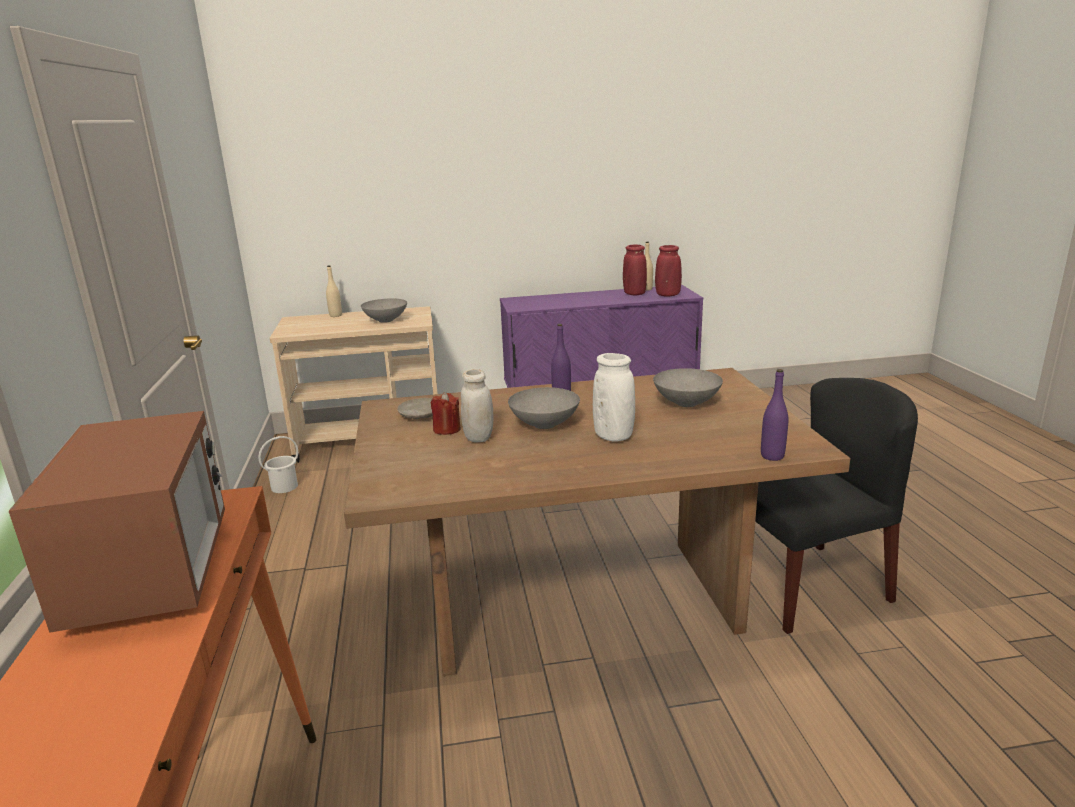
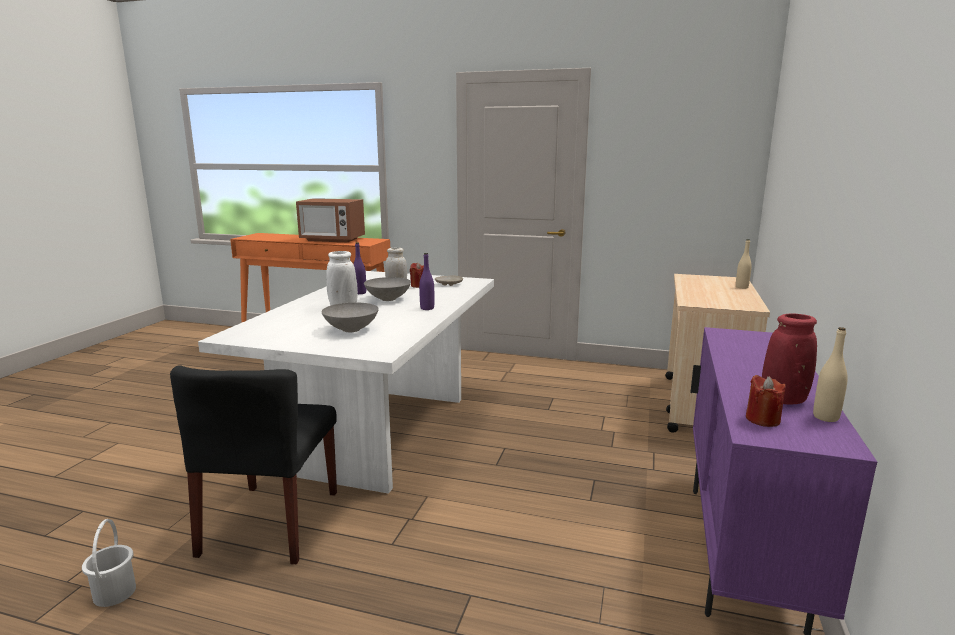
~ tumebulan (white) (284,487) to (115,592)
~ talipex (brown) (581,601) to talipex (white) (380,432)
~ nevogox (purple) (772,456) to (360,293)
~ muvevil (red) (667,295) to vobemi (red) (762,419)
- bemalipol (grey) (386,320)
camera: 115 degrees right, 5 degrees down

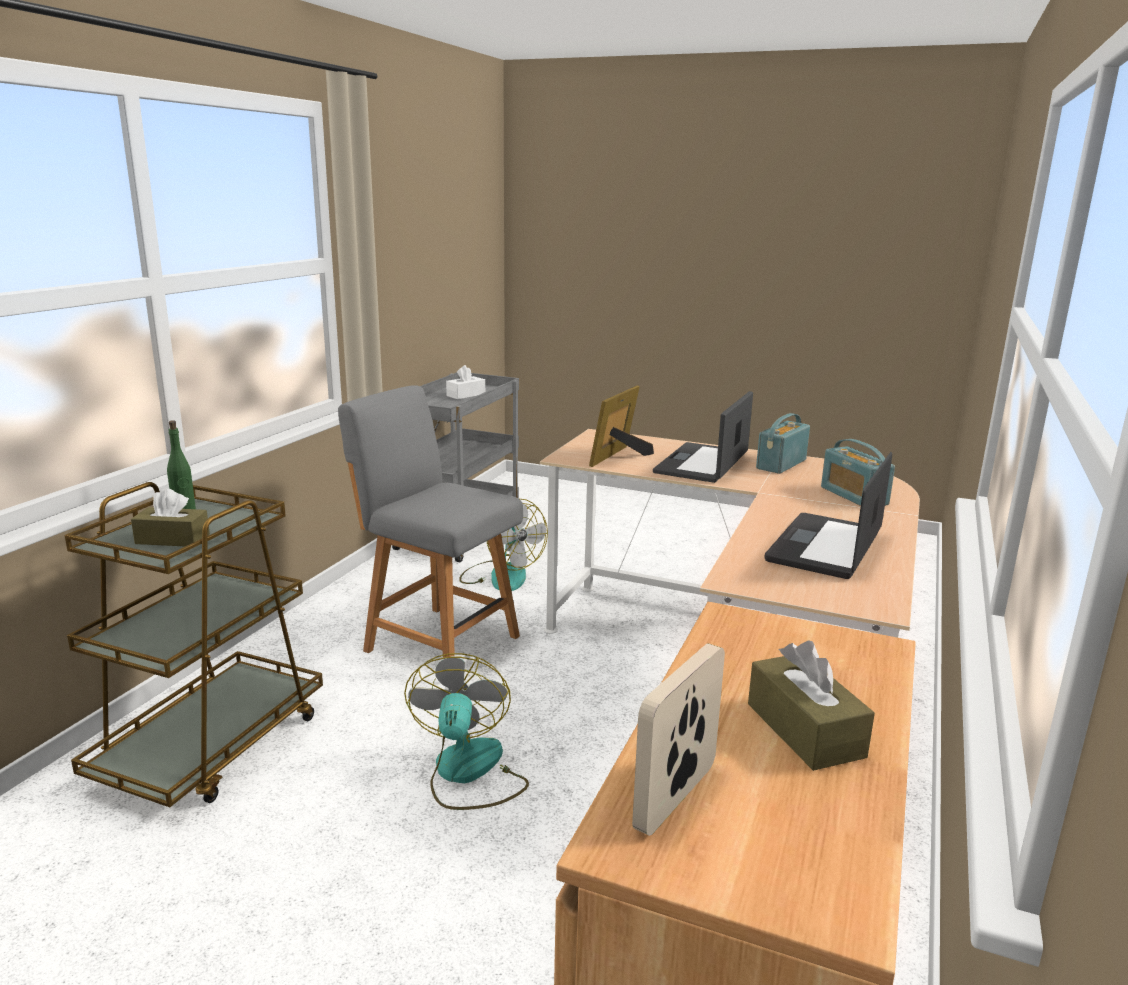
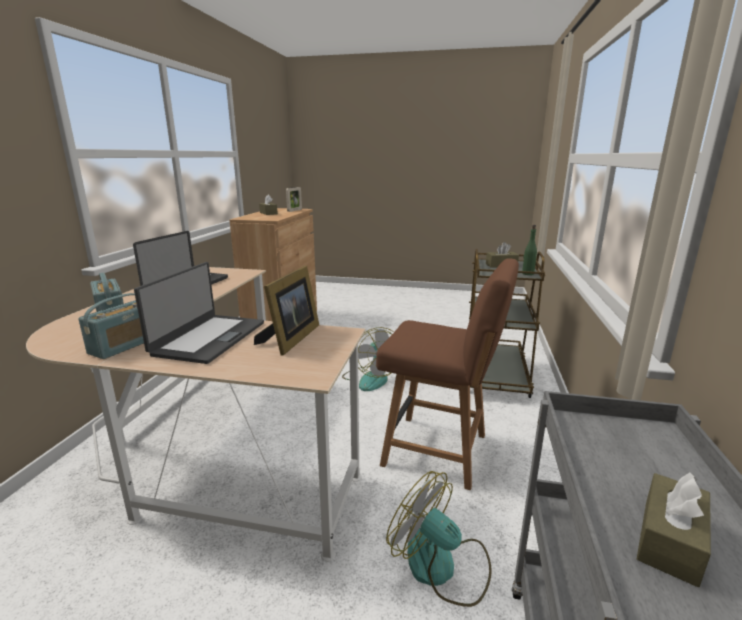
~ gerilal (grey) (438,642) to gerilal (brown) (439,451)
~ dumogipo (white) (466,395) to dumogipo (brown) (669,540)
camera: 170 degrees right, 0 degrees up

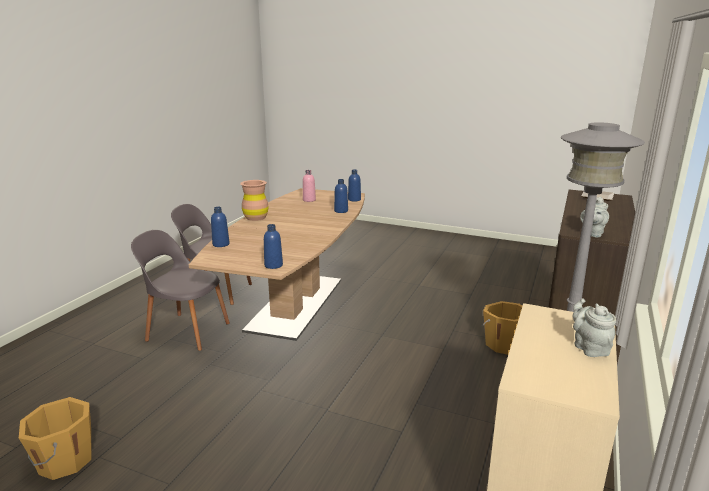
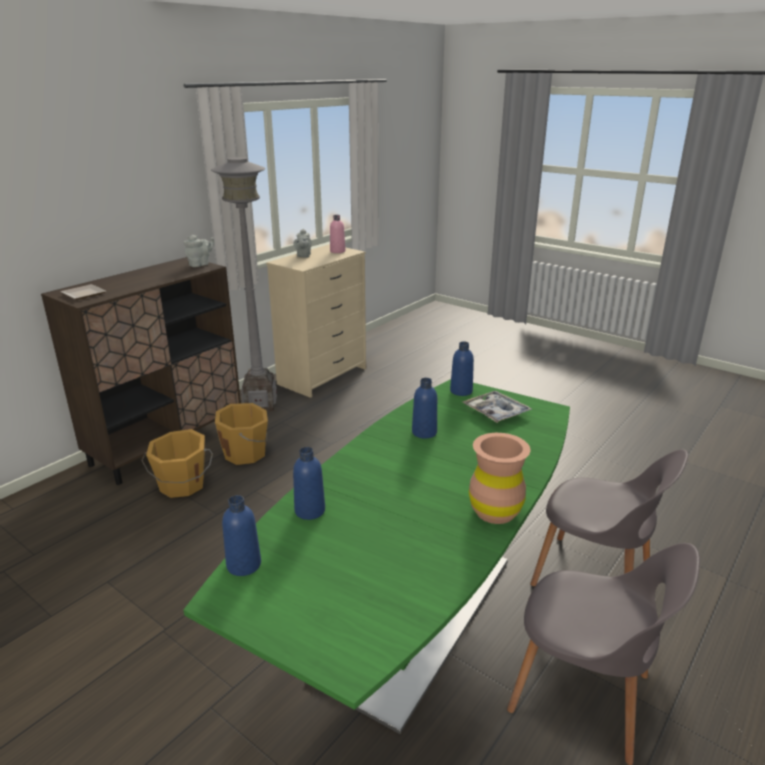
~ talipex (brown) (296,303) to talipex (green) (416,616)
~ tumebulan (orange) (64,460) to (246,453)
~ nevogox (pink) (309,200) to (337,251)
~ nevogox (blue) (221,244) to (424,432)
+ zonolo (496,412)
camera: 165 degrees left, 5 degrees up

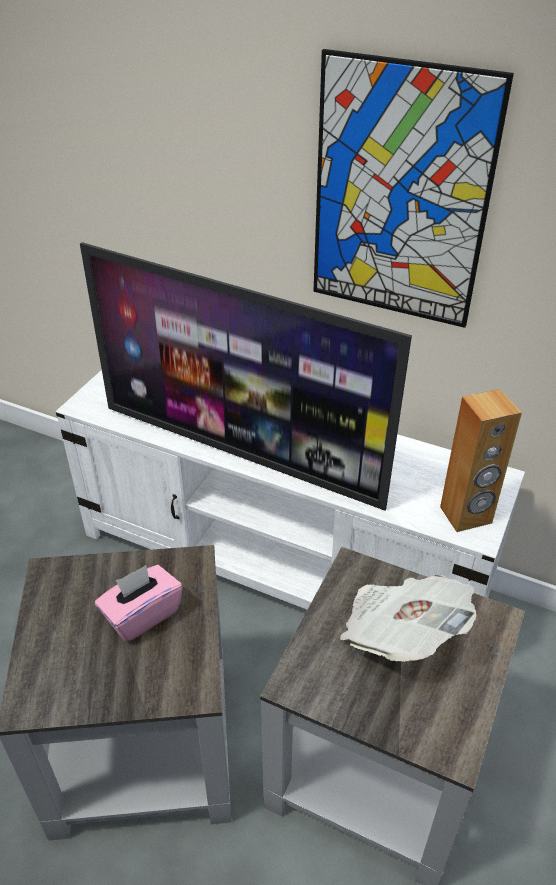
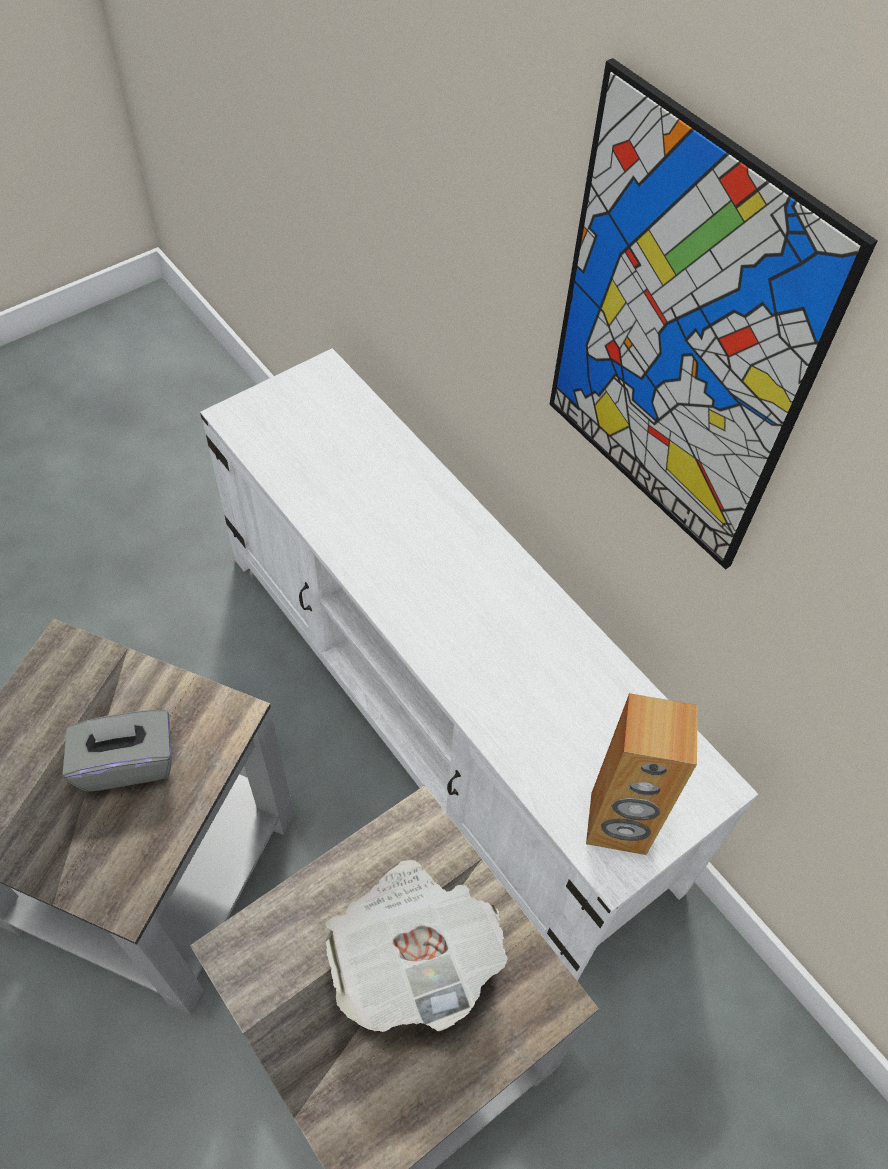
~ dumogipo (pink) (142,615) to dumogipo (grey) (127,762)
- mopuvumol (241,453)
camera: 25 degrees right, 15 degrees up

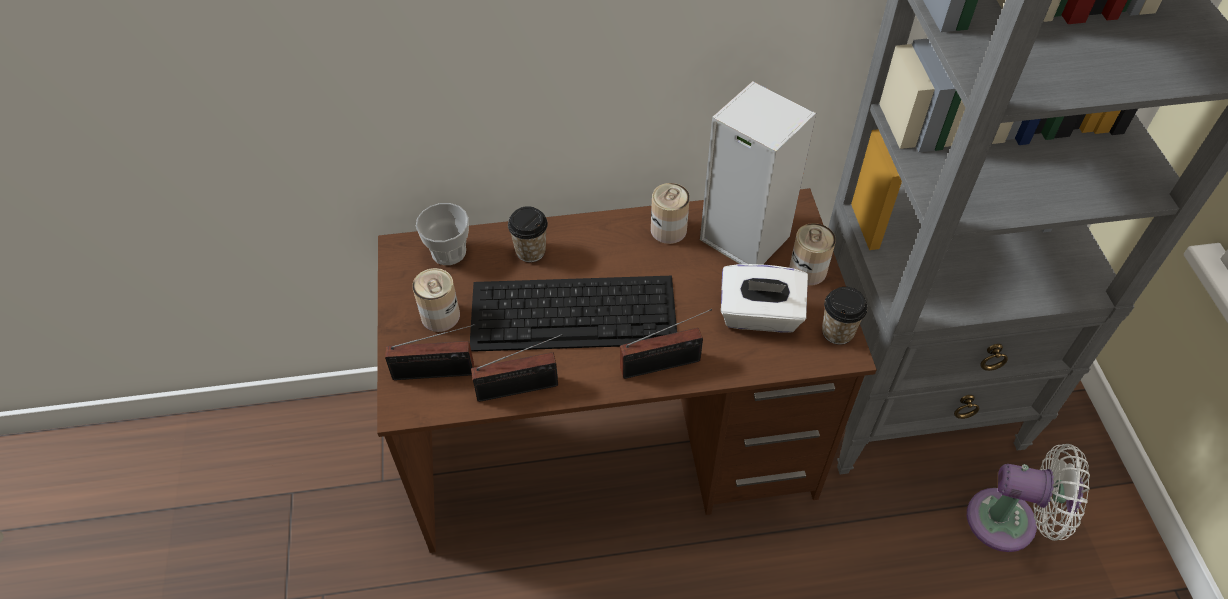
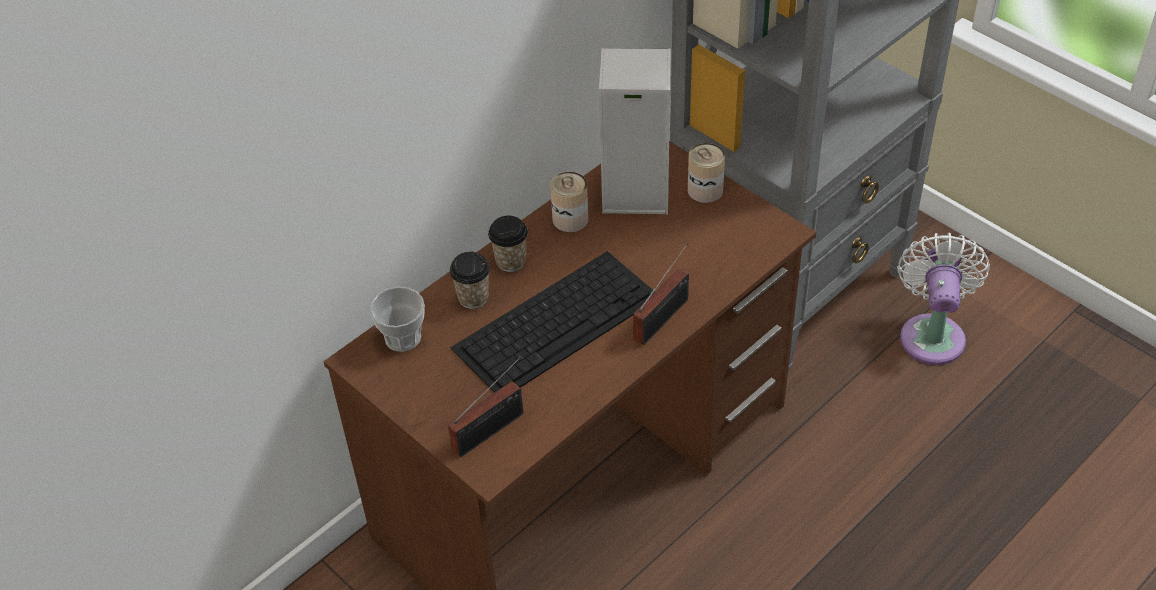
~ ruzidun (837,332) to (510,261)
~ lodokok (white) (1009,522) = (932,334) 60 degrees counterclockwise
- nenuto (440,316)
- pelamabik (522,388)
- dumogipo (white) (759,316)
camera: 35 degrees left, 5 degrees down

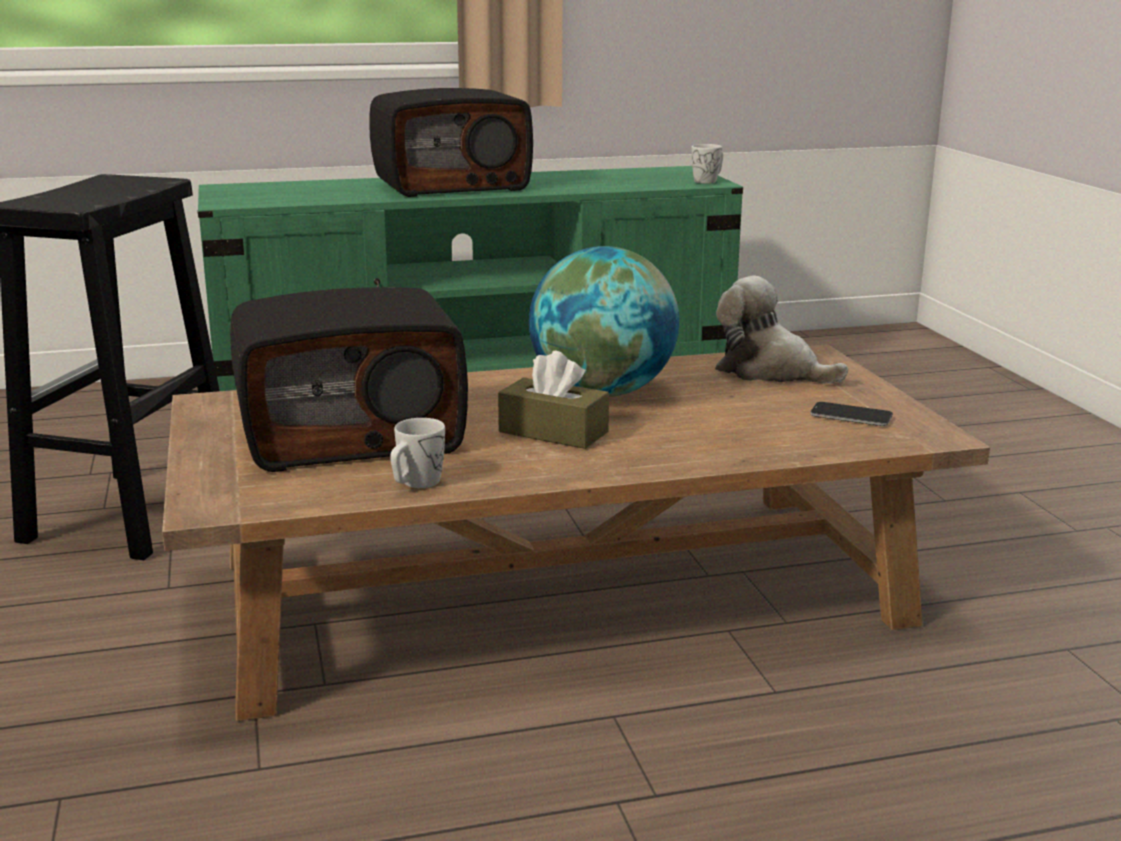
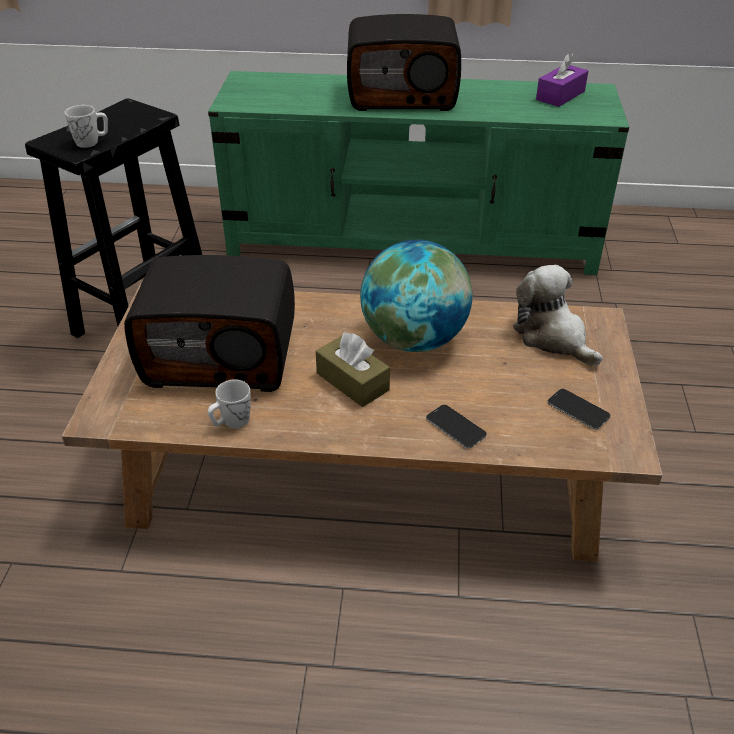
~ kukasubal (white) (708,181) to (92,142)
+ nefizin (455,427)
+ dumogipo (purple) (560,95)
camera: 20 degrees right, 20 degrees up

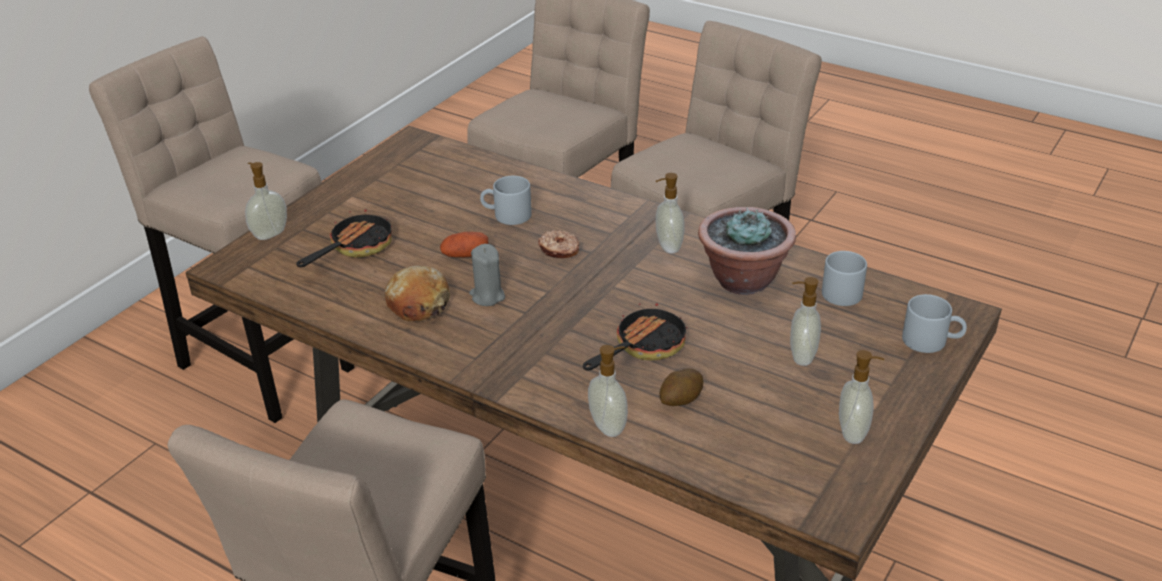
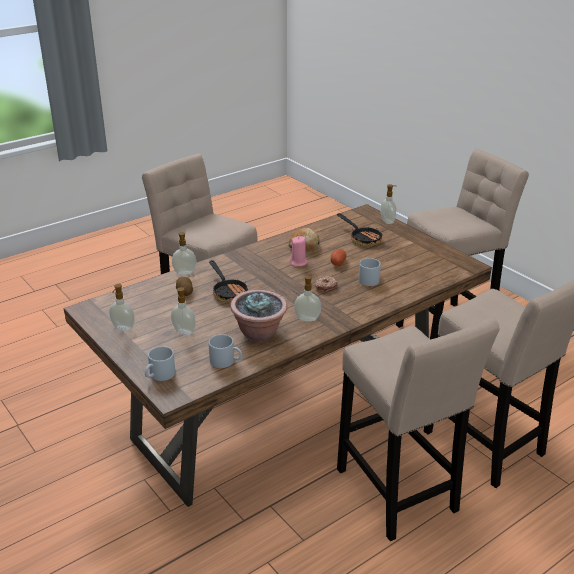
~ vobemi (grey) (487,296) to vobemi (pink) (298,262)
camera: 110 degrees right, 5 degrees down

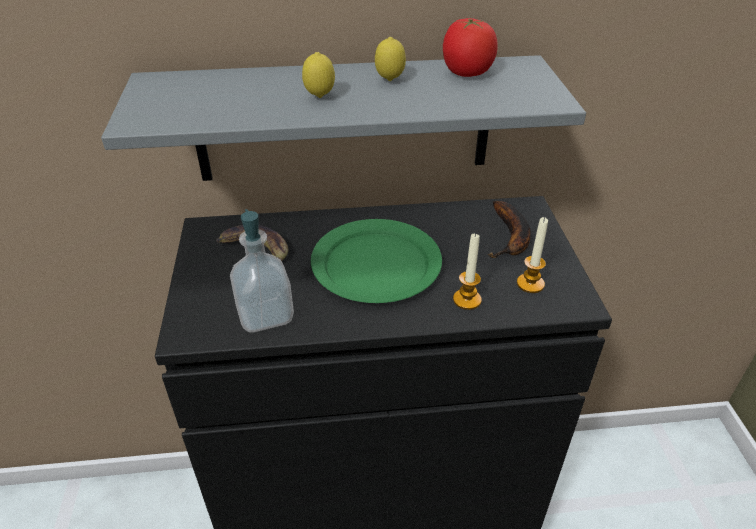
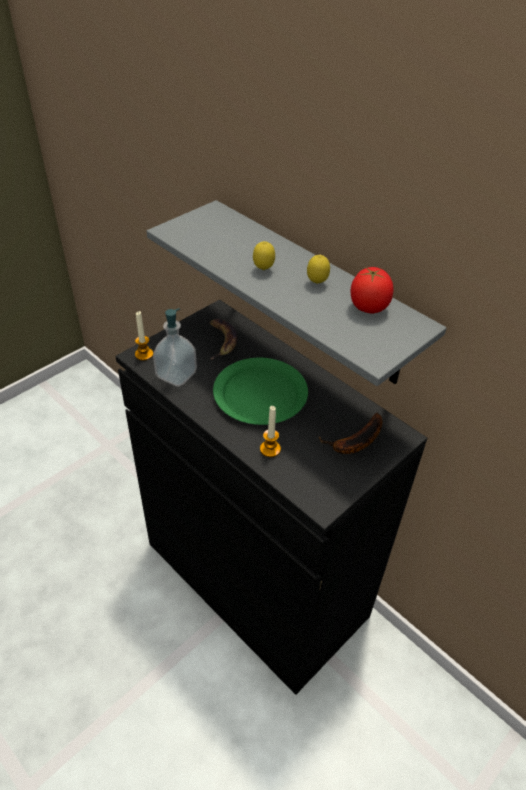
~ vobemi (530,284) to (144,354)
camera: 50 degrees right, 5 degrees up

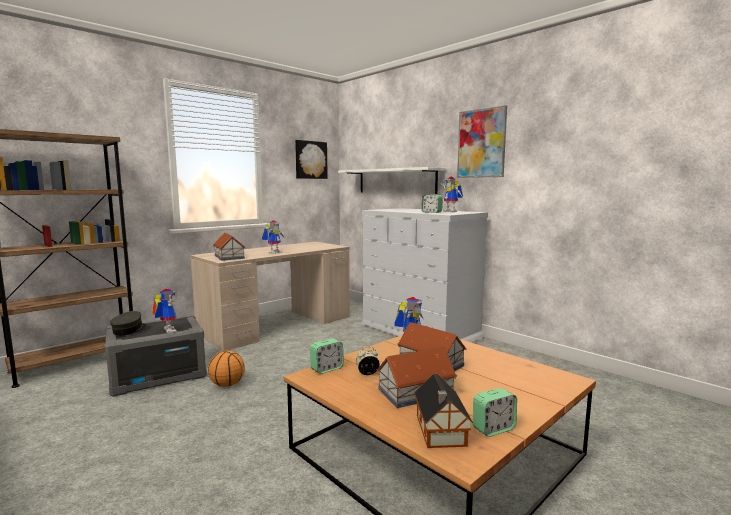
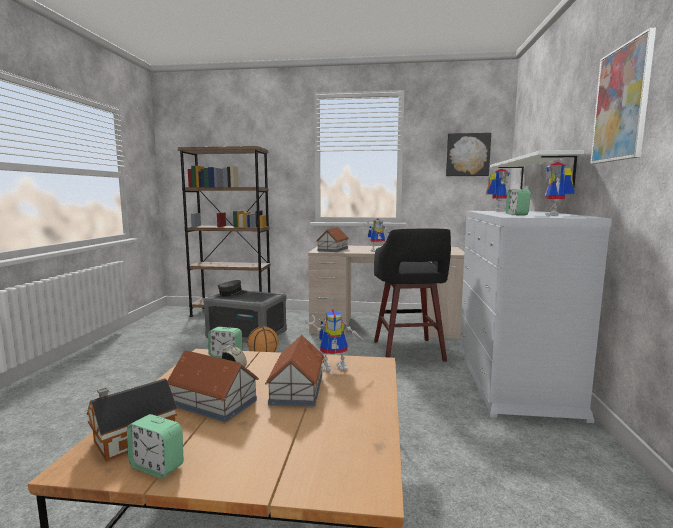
+ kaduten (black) (408,352)
~ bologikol (166,330) to (496,211)
camera: 50 degrees right, 0 degrees up

